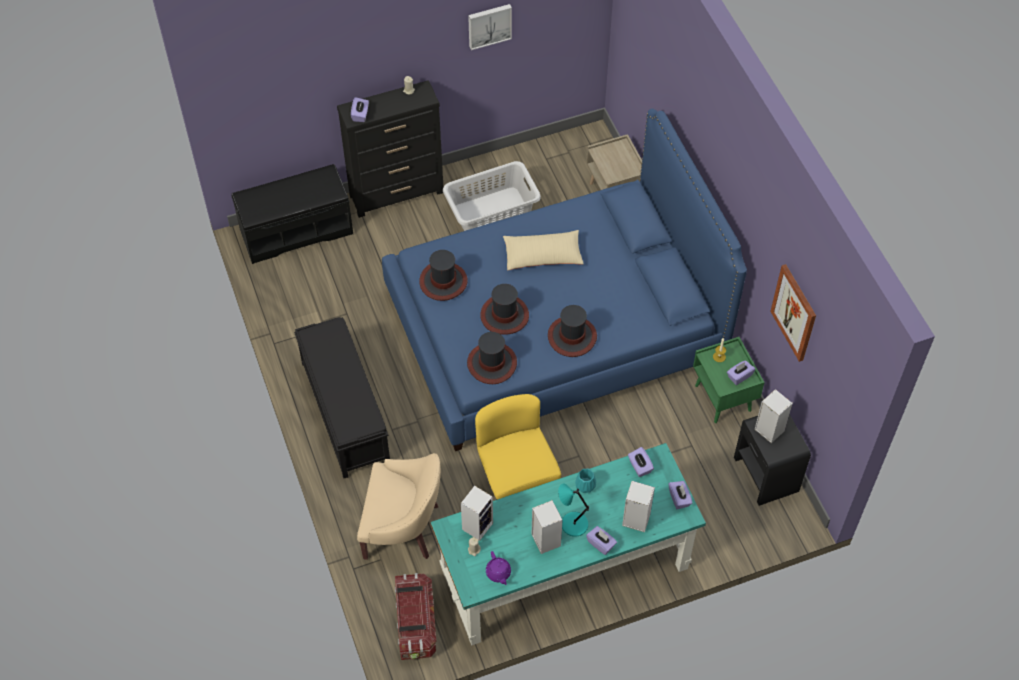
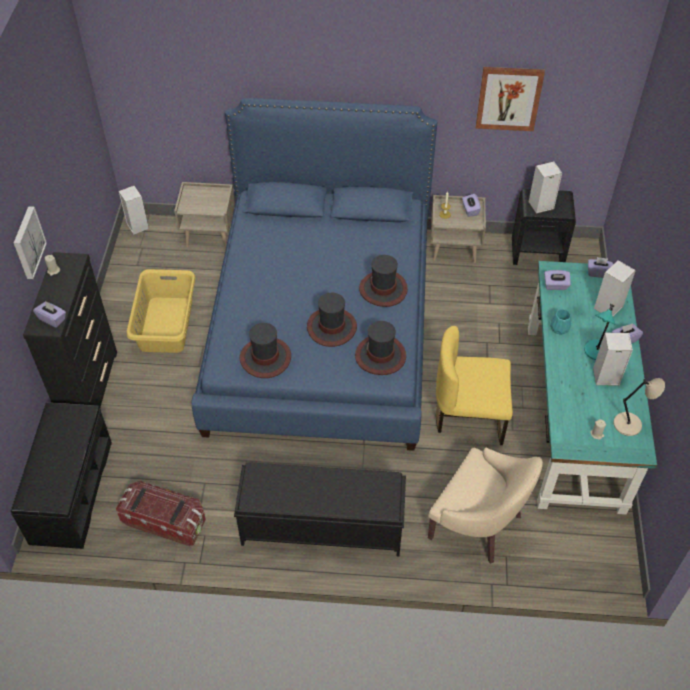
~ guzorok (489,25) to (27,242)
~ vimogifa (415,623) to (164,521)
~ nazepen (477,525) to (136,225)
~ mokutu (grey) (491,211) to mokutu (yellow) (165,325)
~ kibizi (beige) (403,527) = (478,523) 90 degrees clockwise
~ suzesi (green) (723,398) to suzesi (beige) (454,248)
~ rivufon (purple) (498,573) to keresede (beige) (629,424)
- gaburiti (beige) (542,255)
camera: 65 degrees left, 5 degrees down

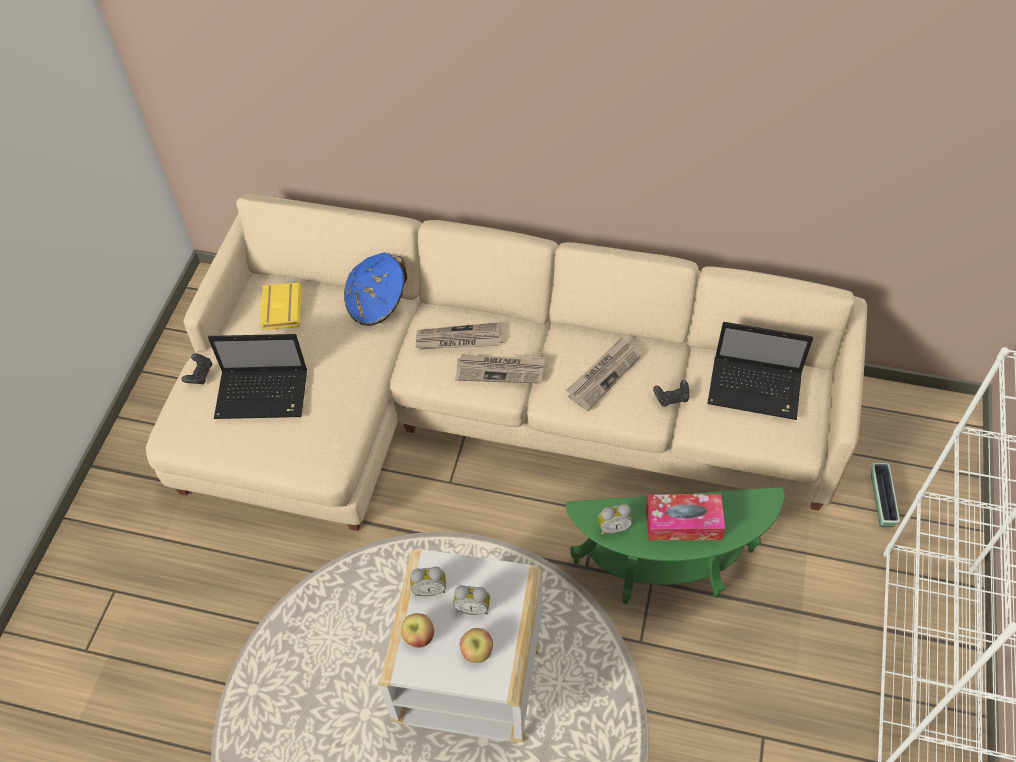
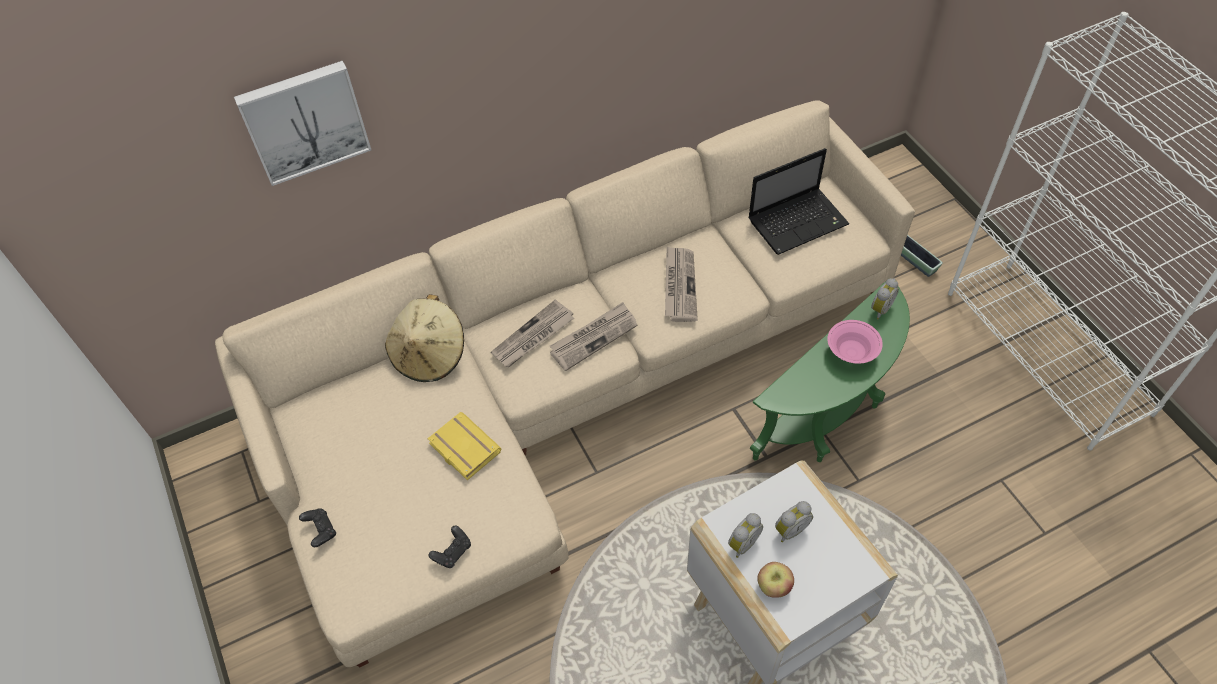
+ guzorok (304,121)
~ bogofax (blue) (377,303) to bogofax (beige) (429,354)
~ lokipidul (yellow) (280,308) to (462,448)
~ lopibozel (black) (671,398) to (452,552)
~ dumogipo (683,523) to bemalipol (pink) (851,353)
~ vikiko (613,527) to (879,309)
- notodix (264,394)
- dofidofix (477,651)
camera: 40 degrees left, 0 degrees up

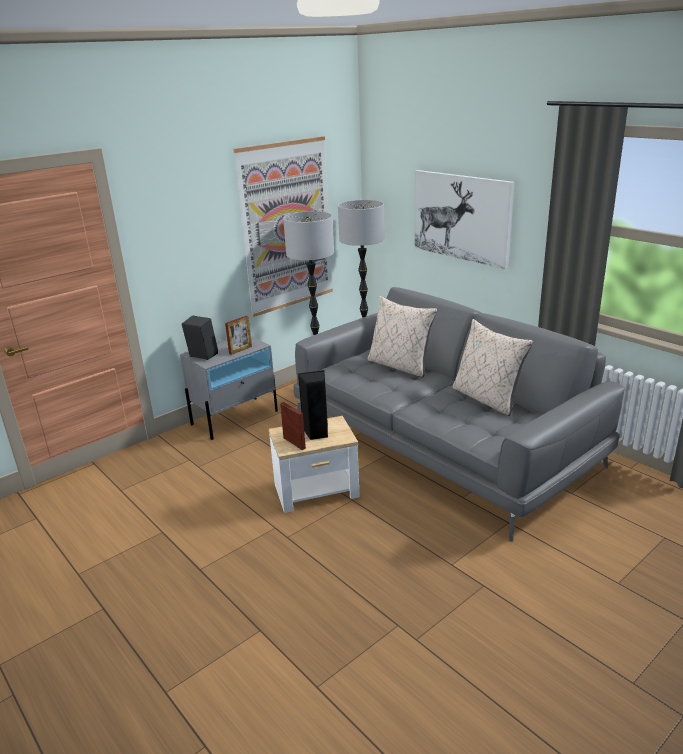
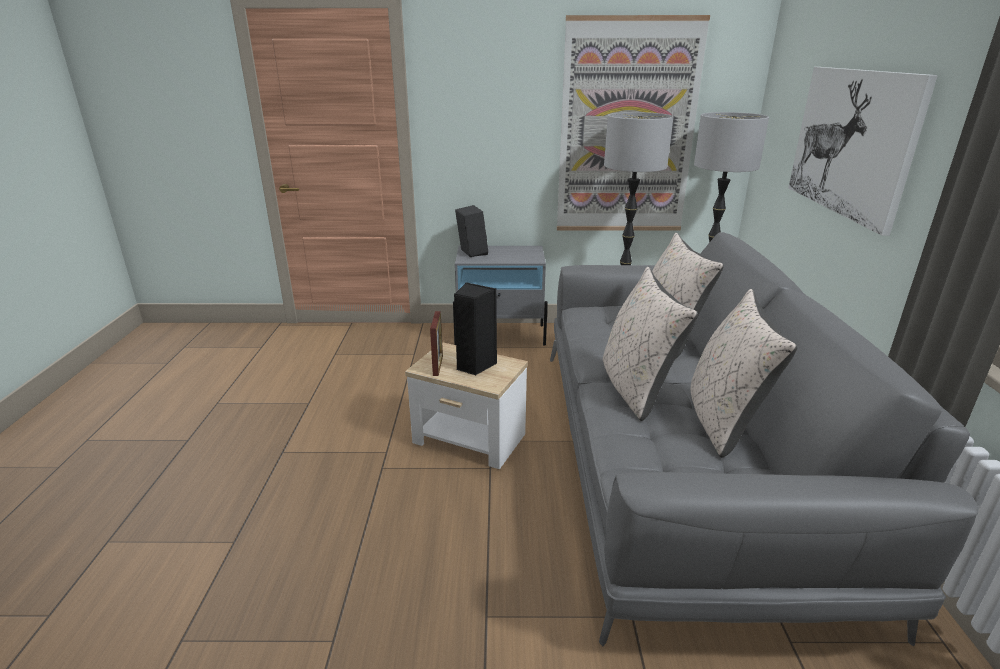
+ gaburiti (beige) (636,388)
- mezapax (240,350)
camera: 40 degrees right, 0 degrees up

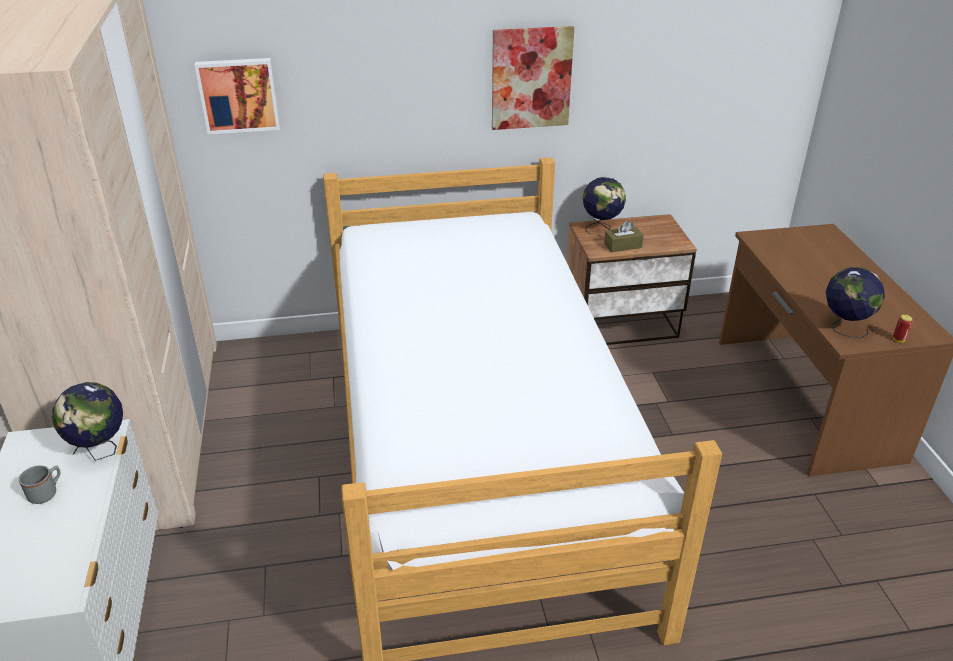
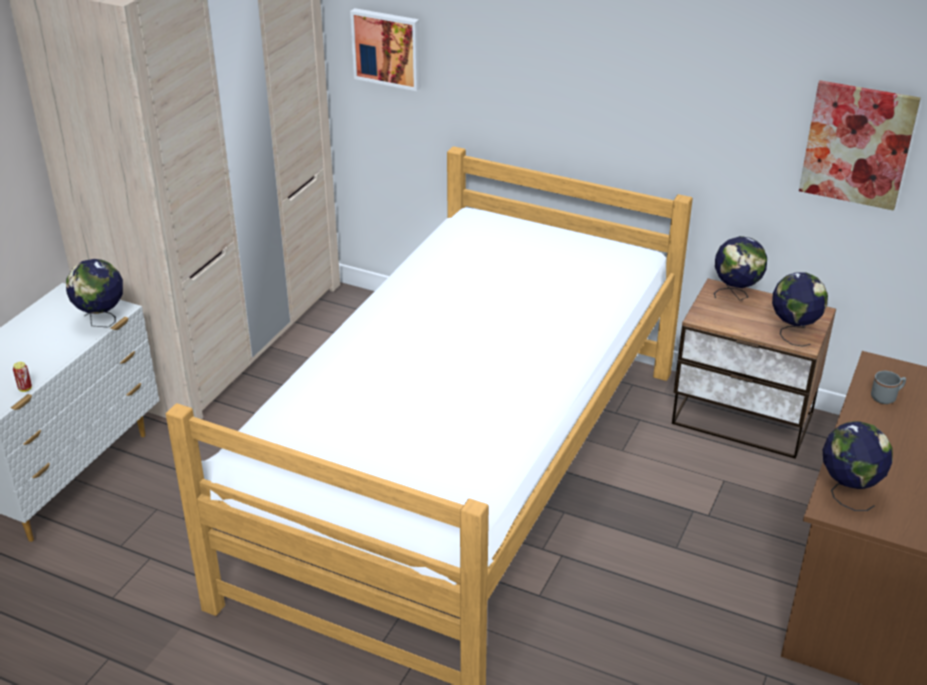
~ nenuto (898,339) to (25,388)
+ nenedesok (793,333)
~ guzorok (531,78) to (857,144)
~ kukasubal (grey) (47,493) to (886,397)
- dumogipo (brown) (623,245)
camera: 35 degrees right, 0 degrees up

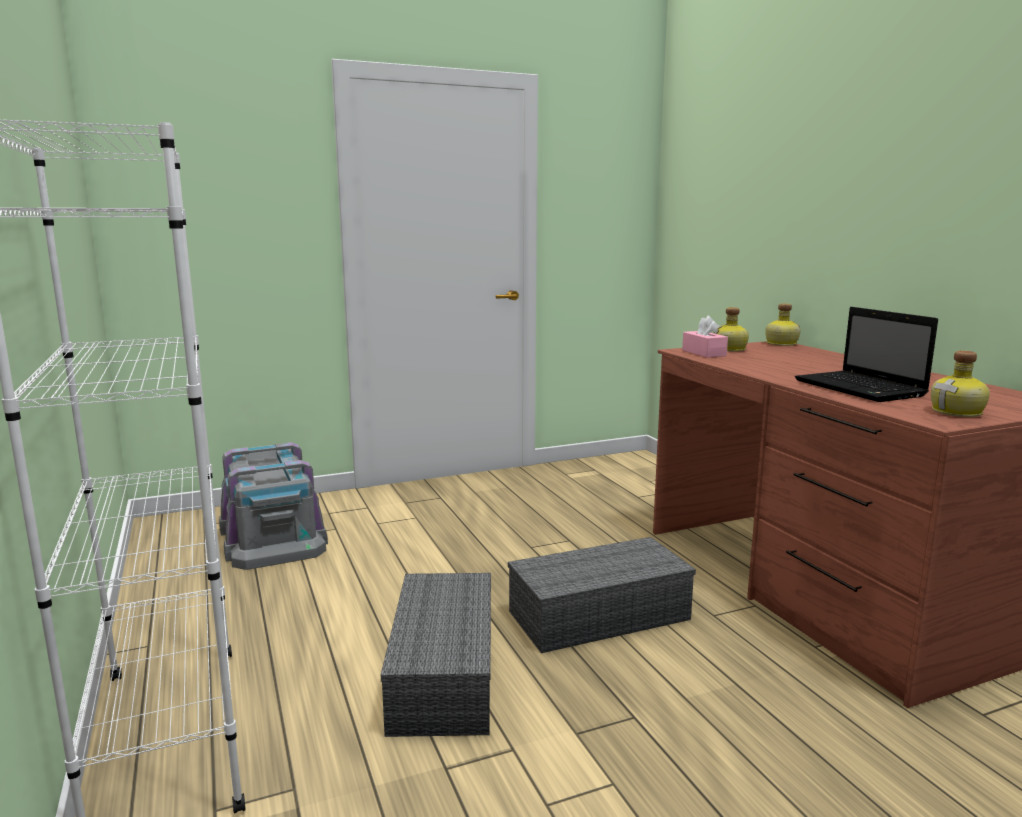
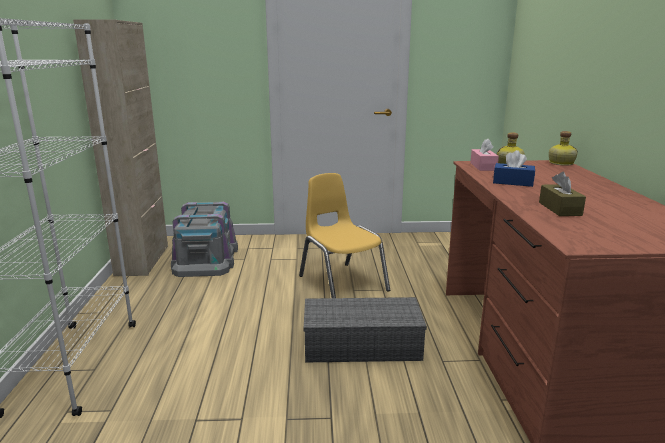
+ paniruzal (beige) (142,260)
+ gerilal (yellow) (342,283)
+ dumogipo (blue) (513,182)
~ notodix (861,388) to dumogipo (brown) (559,209)
- vimogifa (grey) (441,672)
- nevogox (958,412)
camera: 20 degrees right, 5 degrees up

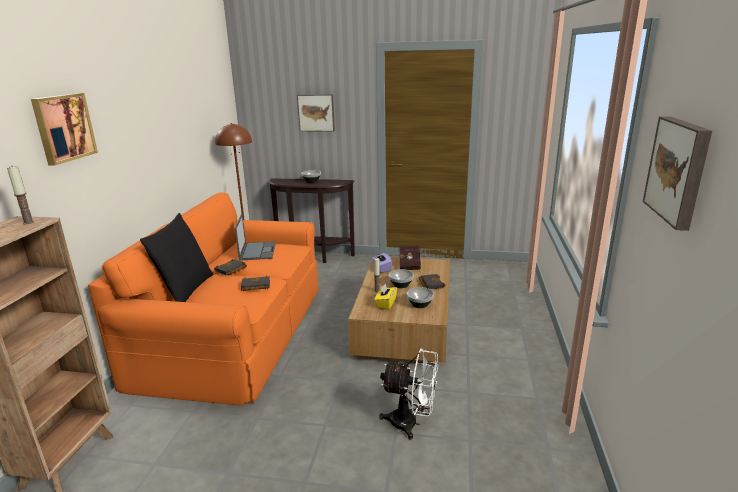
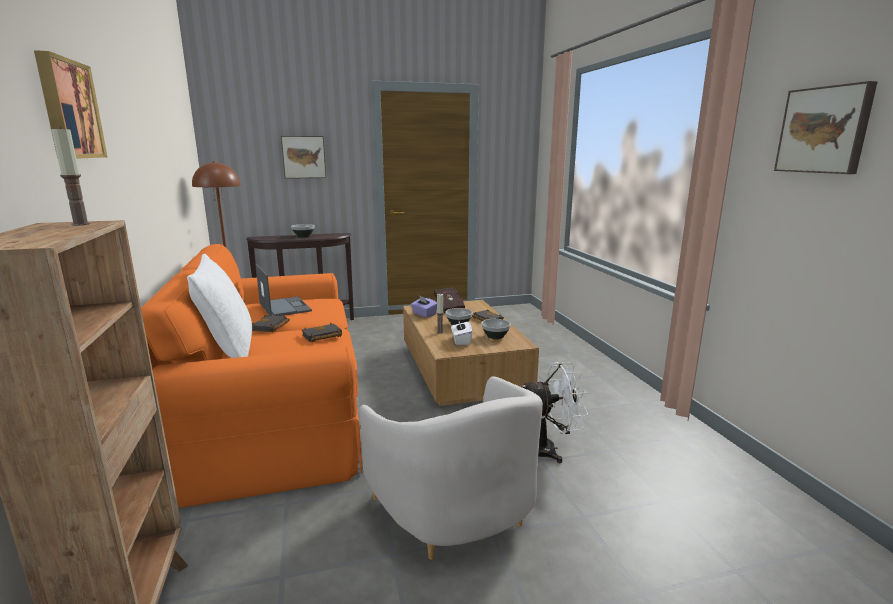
~ gaburiti (black) (185,290) to gaburiti (white) (229,353)
+ kibizi (white) (456,511)
~ dumogipo (yellow) (385,304) to dumogipo (white) (461,341)
camera: 25 degrees left, 5 degrees down

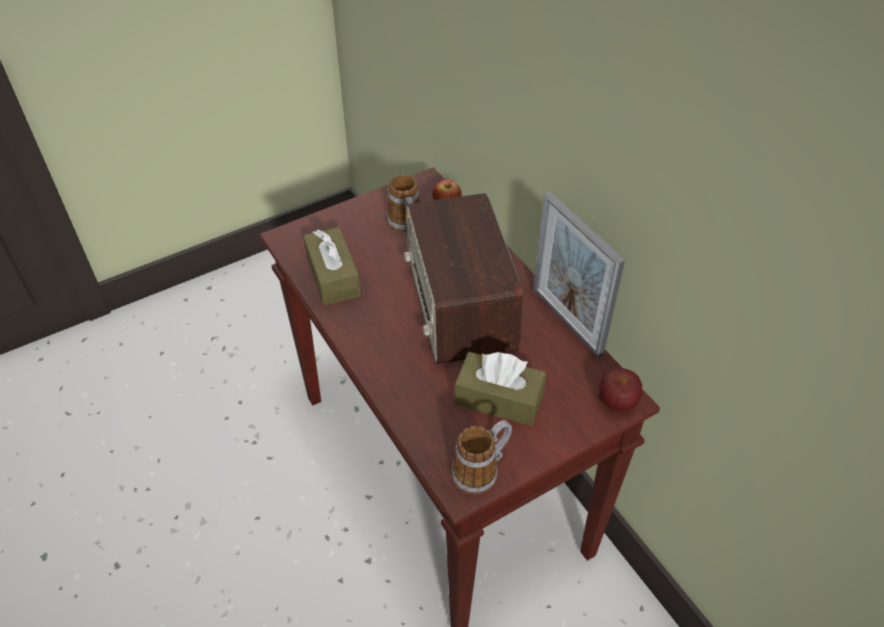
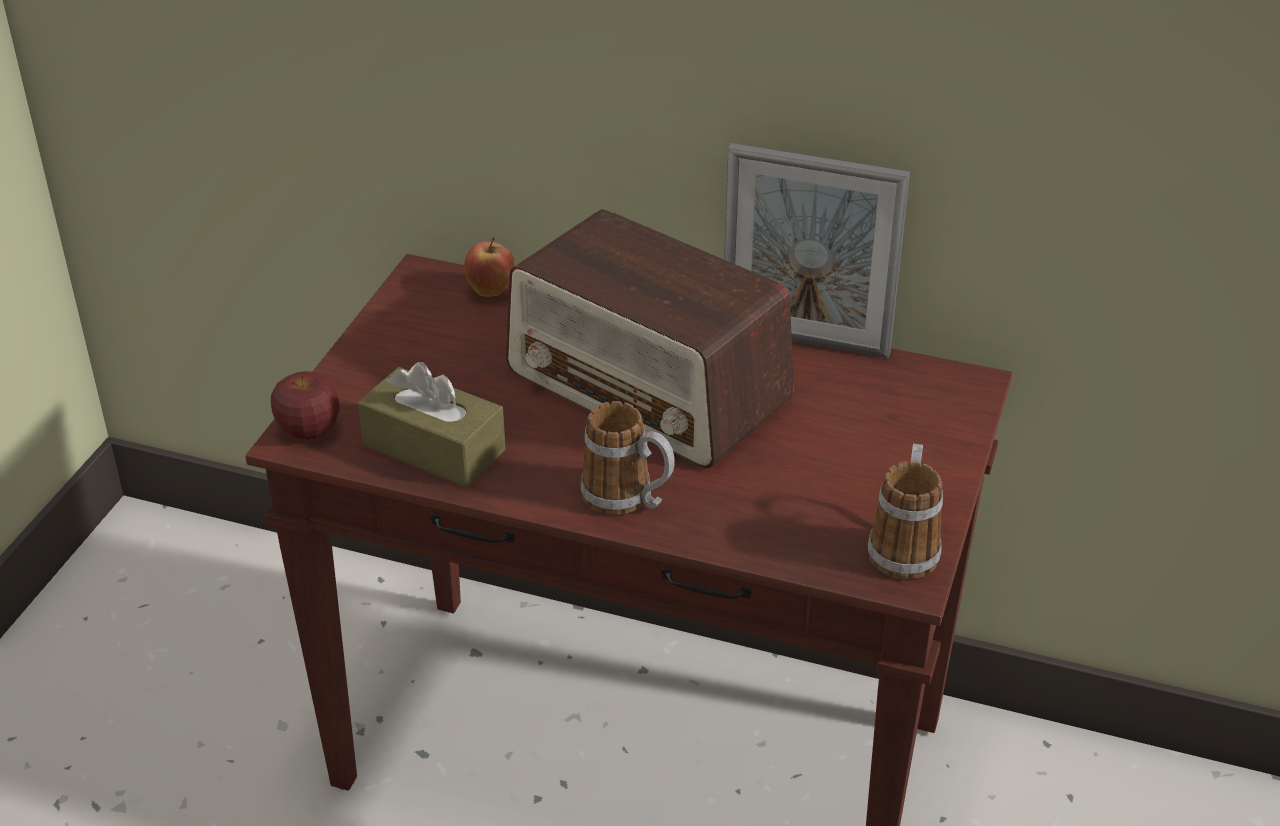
~ dofidofix (617,402) to (309,431)
~ kukasubal (406,226) to (628,499)
- dumogipo (brown) (499,399)
camera: 40 degrees left, 10 degrees down

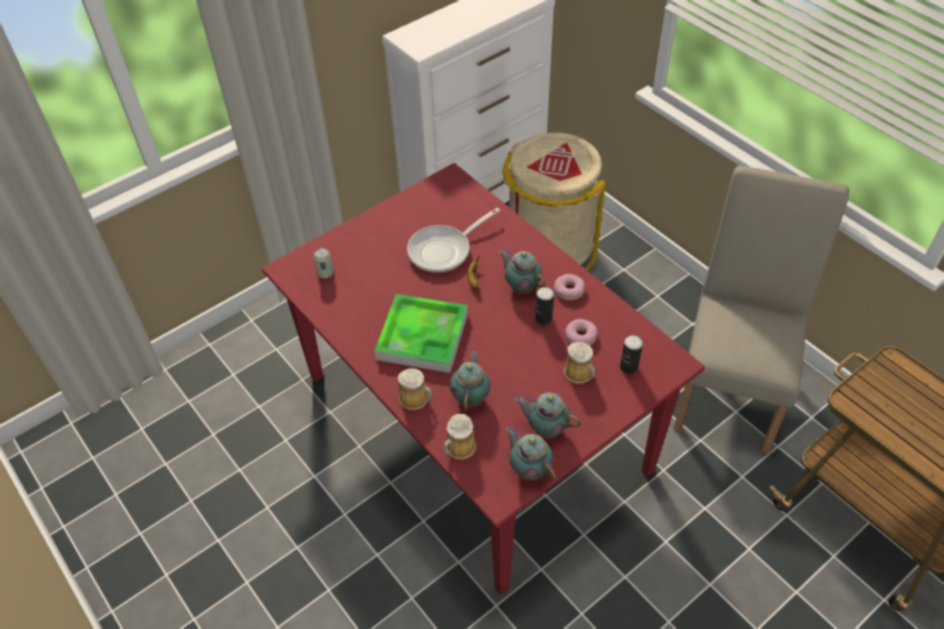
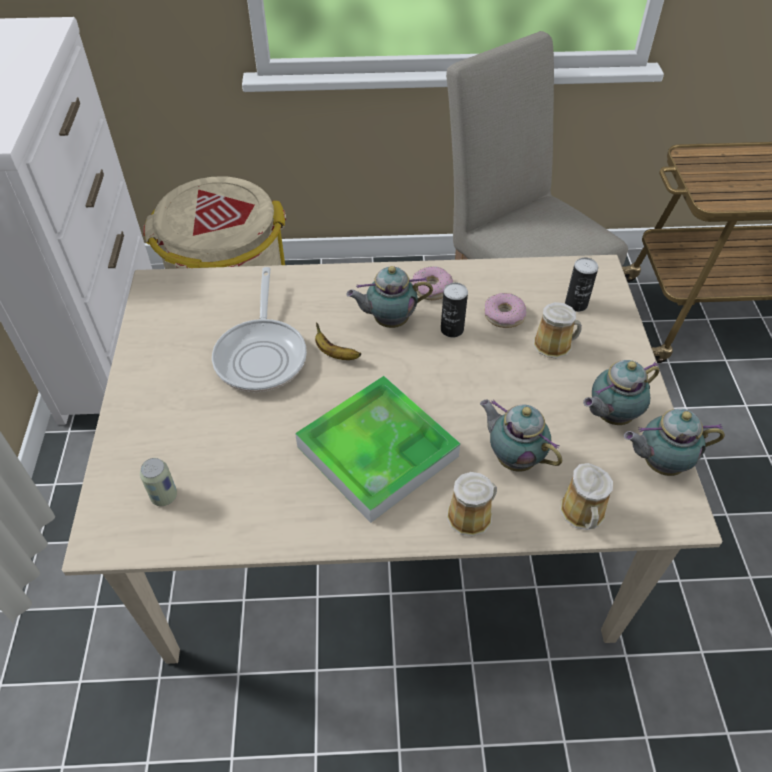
~ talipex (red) (477,422) to talipex (beige) (387,526)
camera: 55 degrees left, 0 degrees up

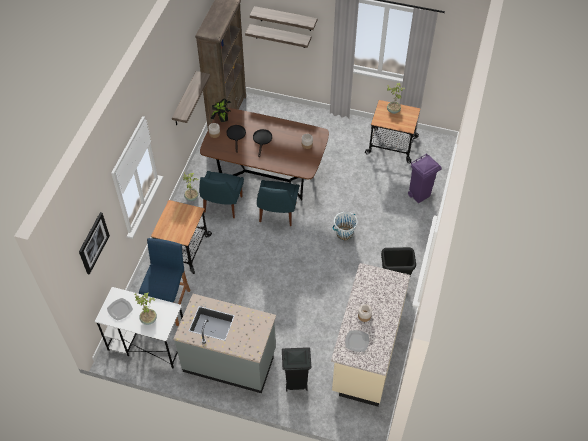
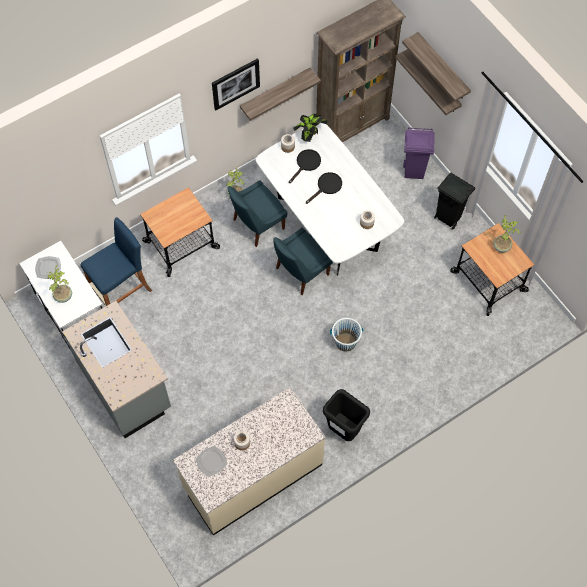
~ guzorok (93,243) to (235,83)
~ talipex (brown) (266,176) to talipex (white) (327,224)
~ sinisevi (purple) (419,195) to (414,171)
~ sinisevi (black) (295,383) to (447,218)
camera: 40 degrees right, 10 degrees up

